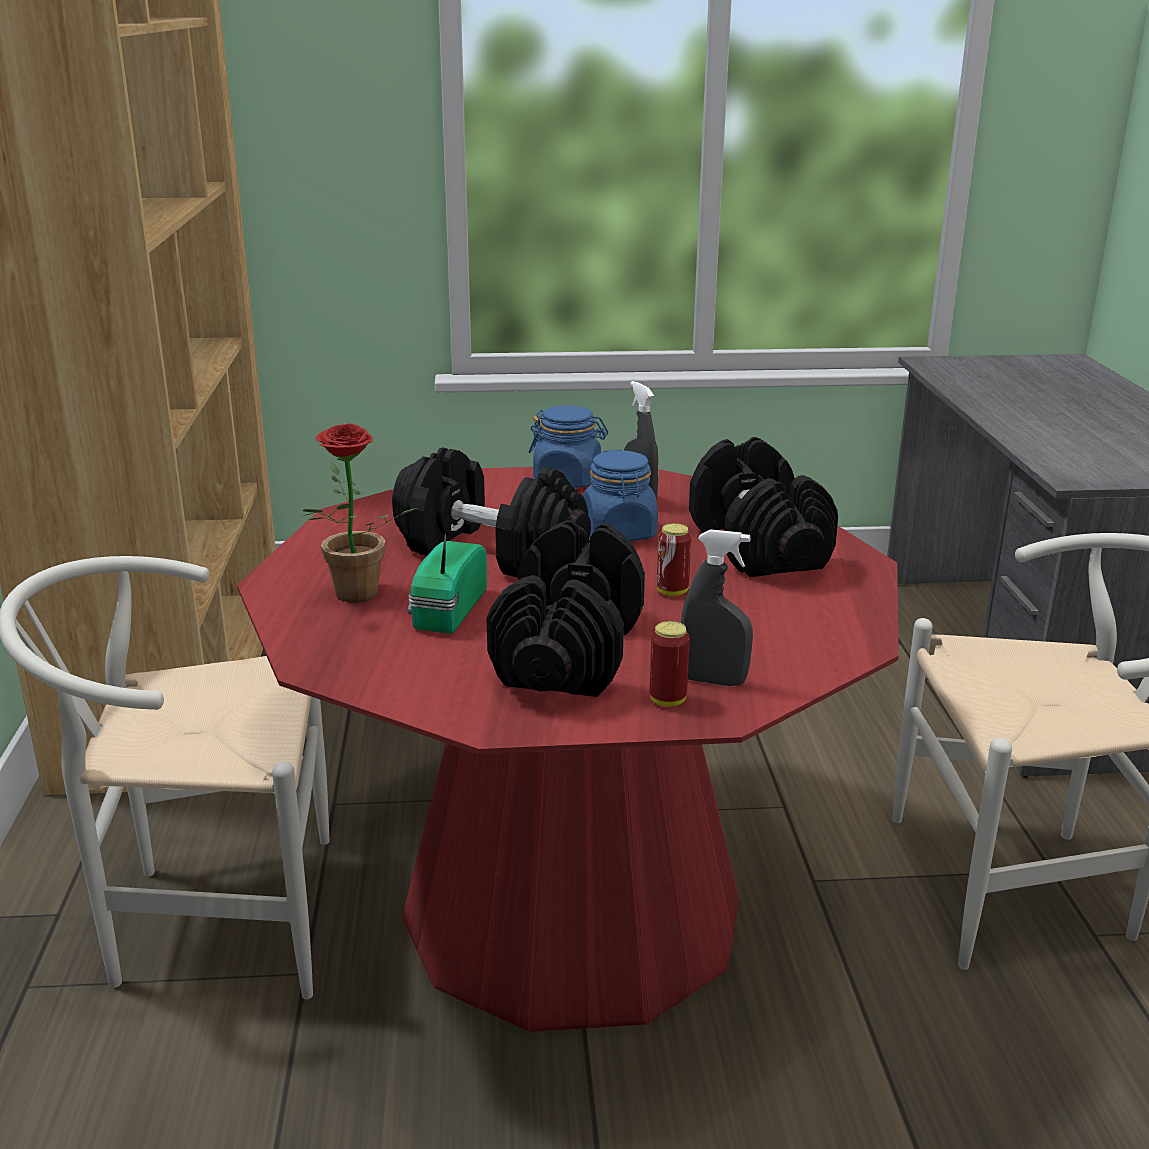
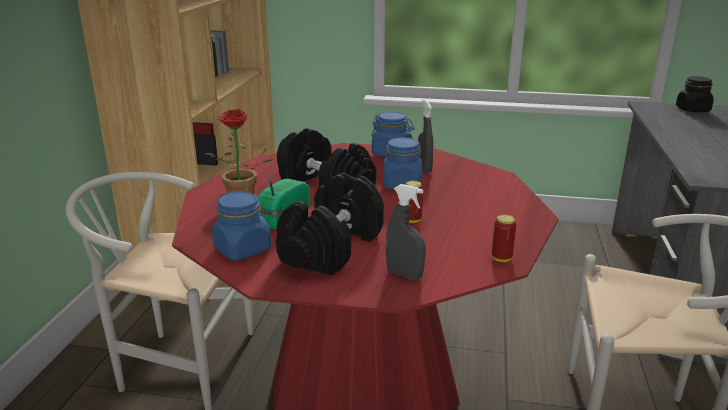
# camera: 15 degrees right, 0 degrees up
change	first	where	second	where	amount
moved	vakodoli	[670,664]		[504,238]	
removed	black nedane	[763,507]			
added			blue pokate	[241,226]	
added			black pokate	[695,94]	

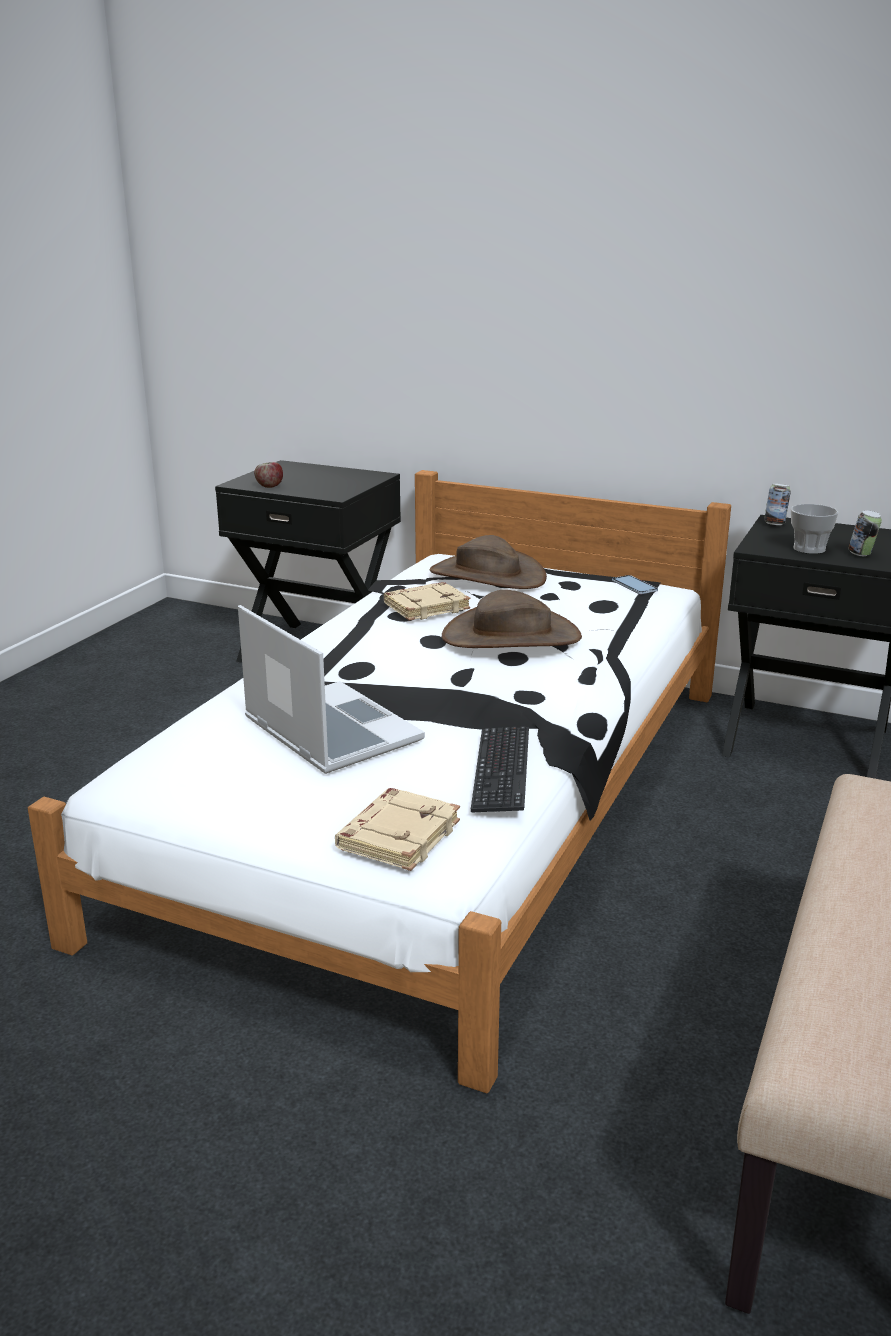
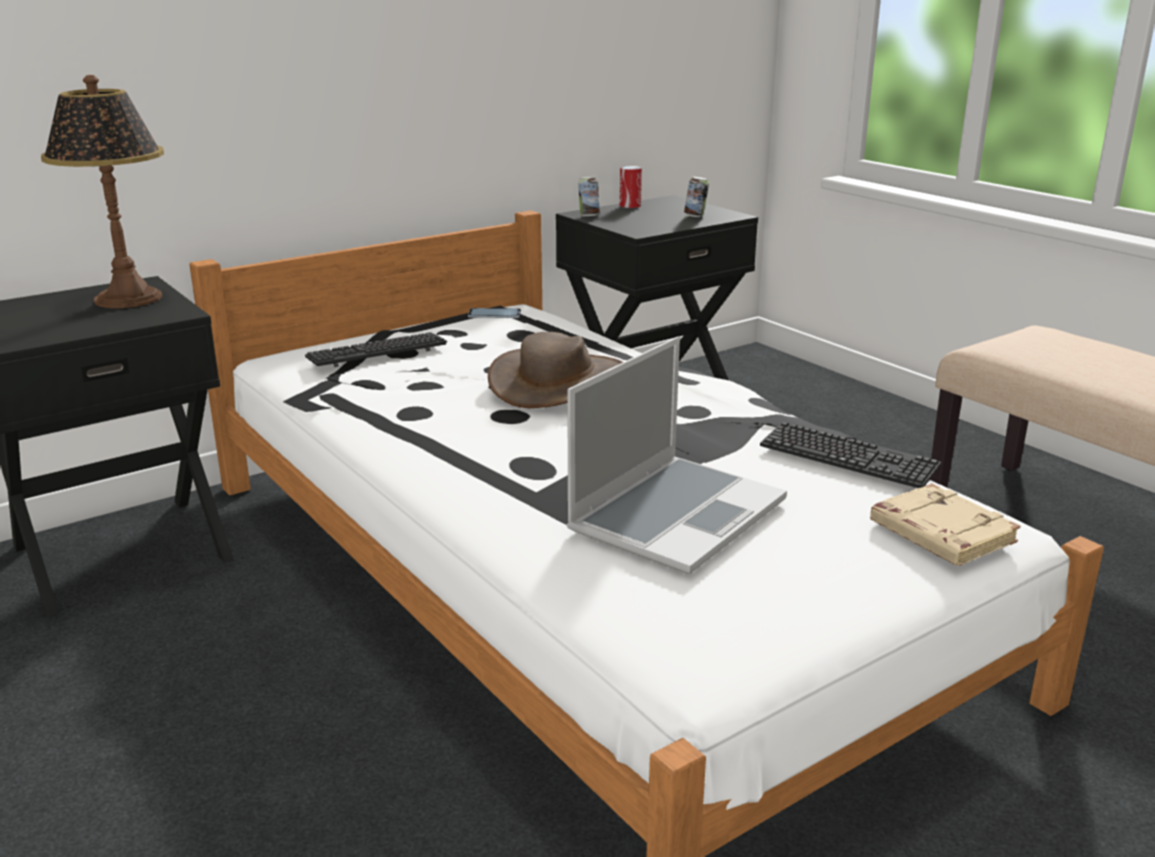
# camera: 60 degrees left, 0 degrees up
change	first	where	second	where	amount
turned	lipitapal	[331,689]		[677,455]	135 degrees clockwise
removed	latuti	[268,475]			
removed	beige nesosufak	[427,601]			
replaced	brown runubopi	[488,562]	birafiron	[376,349]	
removed	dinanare	[815,529]			
added			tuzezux	[102,191]	
added			vakodoli	[631,187]	

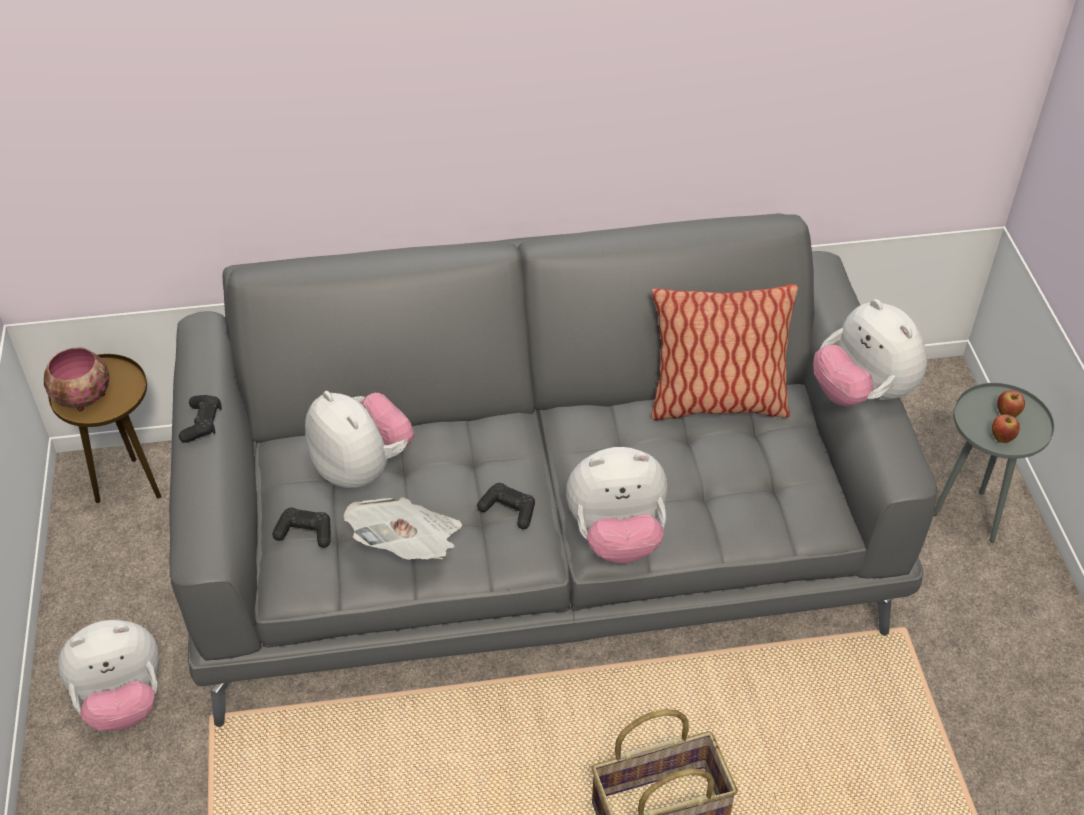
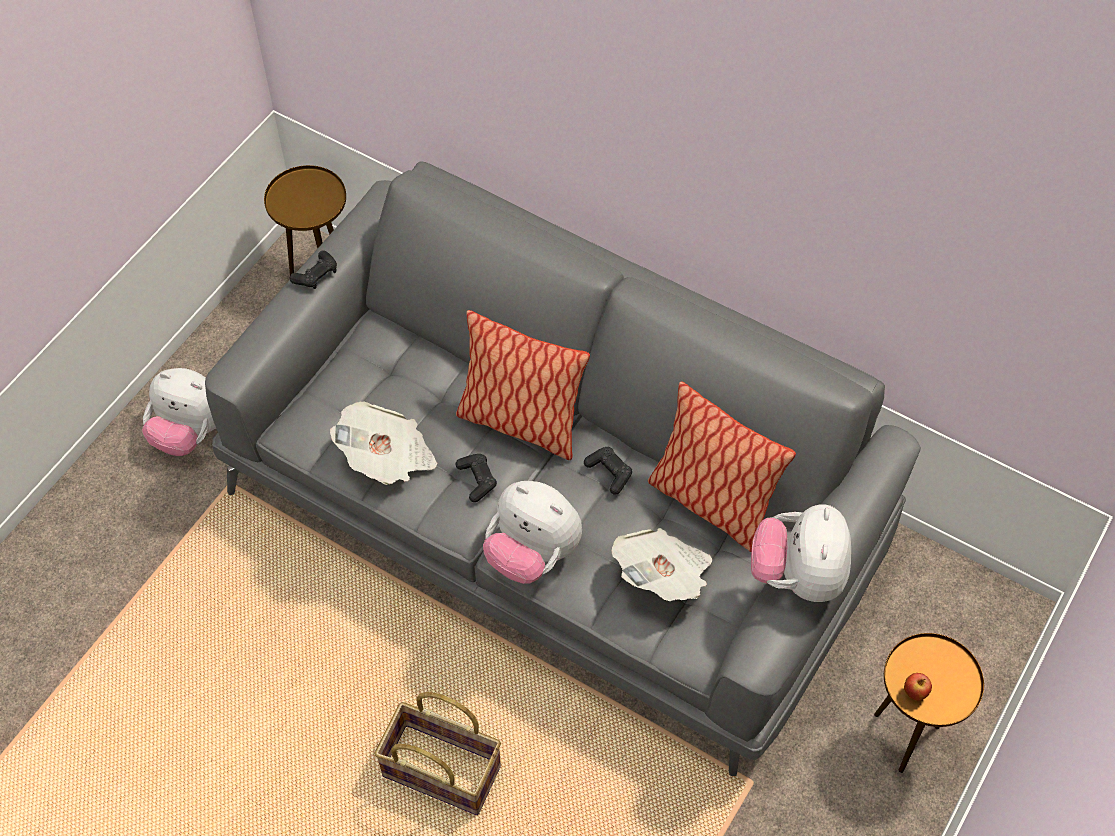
# camera: 40 degrees right, 10 degrees up
change	first	where	second	where	amount
removed	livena	[77,379]			
moved	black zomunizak	[301,527]		[608,471]	
removed	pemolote	[359,439]			
recoloured	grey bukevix	[993,463]	brown bukevix	[929,703]	
removed	latuti	[1011,403]			
added			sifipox	[523,385]	
added			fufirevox	[662,564]	

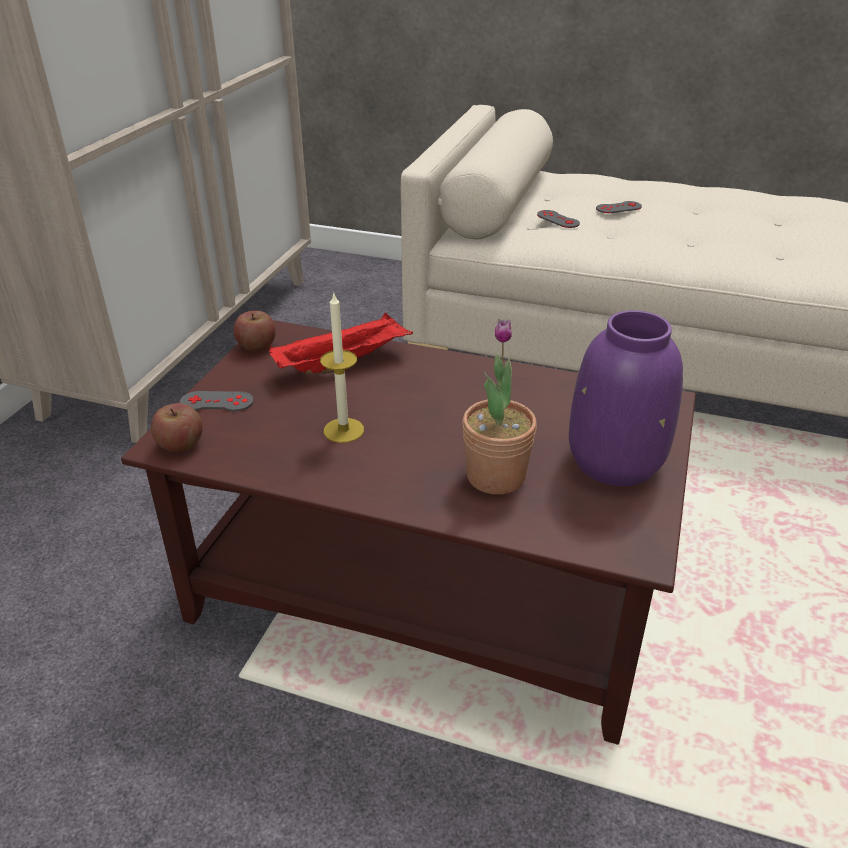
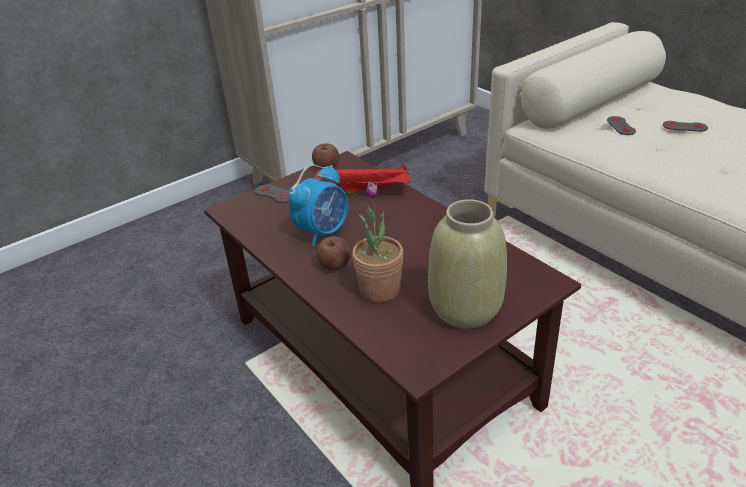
# camera: 35 degrees right, 0 degrees up
change	first	where	second	where	amount
moved	latuti	[177,427]		[333,253]	
replaced	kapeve	[342,367]	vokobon	[318,206]	
recoloured	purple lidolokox	[626,398]	beige lidolokox	[467,264]	

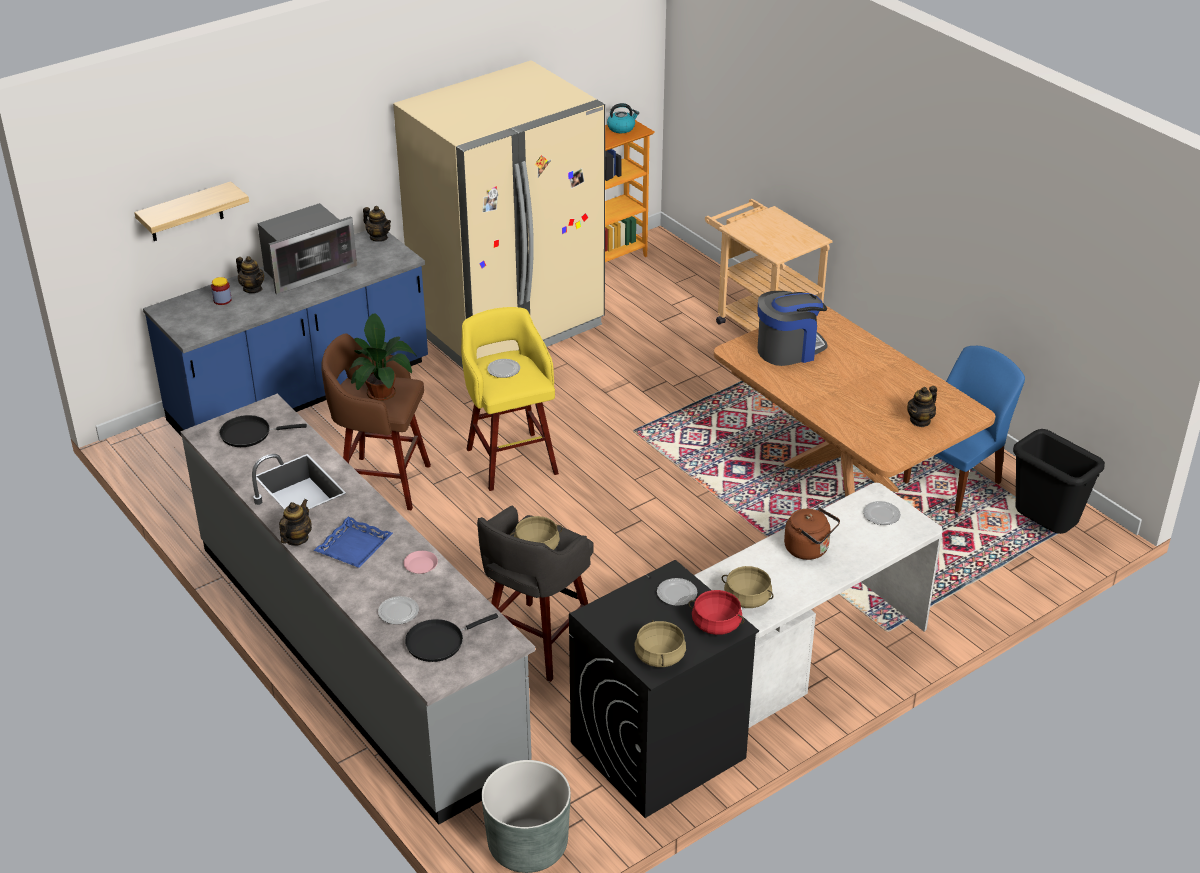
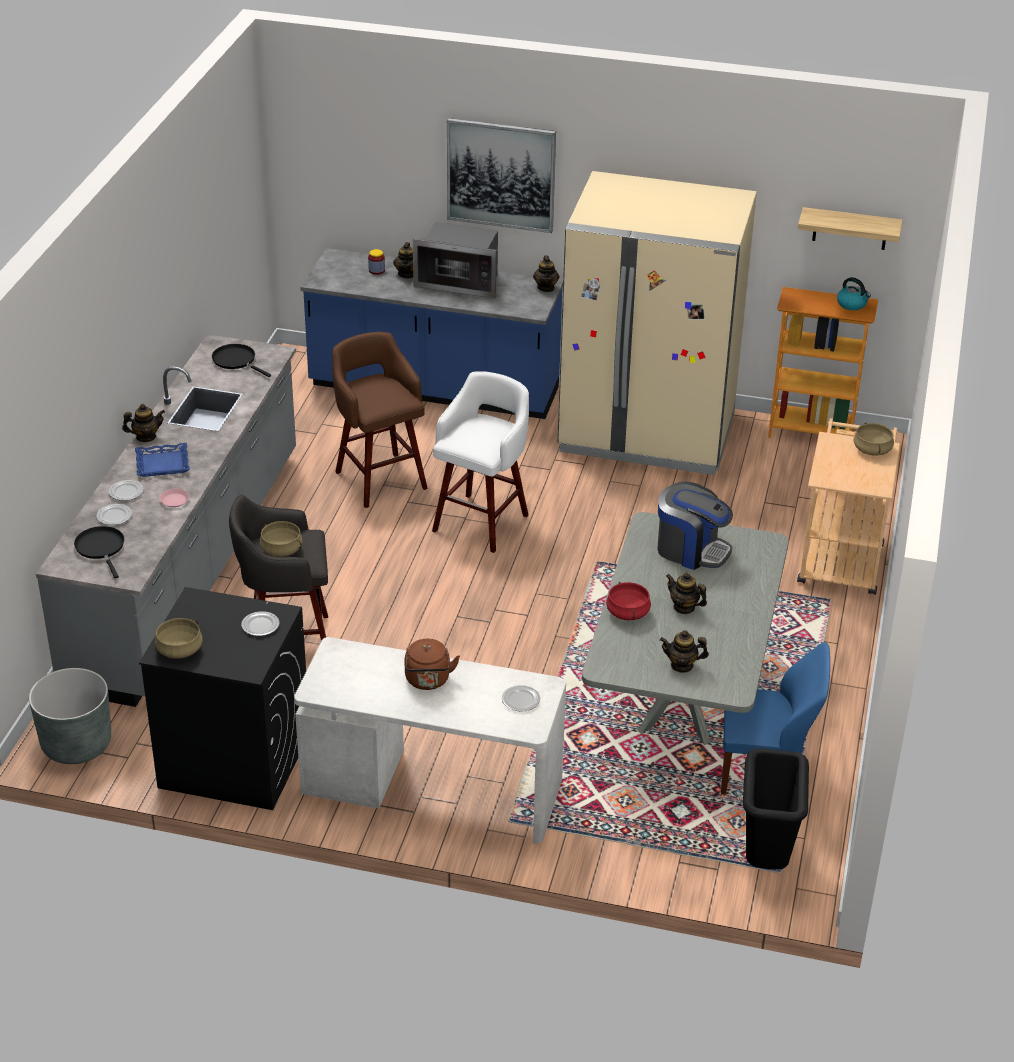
# camera: 50 degrees right, 0 degrees up
change	first	where	second	where	amount
moved	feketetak	[191,211]		[850,228]	
removed	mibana	[382,357]			
turned	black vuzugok	[451,637]		[99,552]	45 degrees clockwise
recoloured	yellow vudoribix	[510,399]	white vudoribix	[480,462]	
moved	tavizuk	[503,368]		[126,490]	
moved	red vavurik	[716,612]		[628,601]	
recoloured	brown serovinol	[855,401]	grey serovinol	[685,628]	
moved	beige vavurik	[748,587]		[874,439]	
added			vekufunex	[501,175]	
added			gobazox	[686,593]	

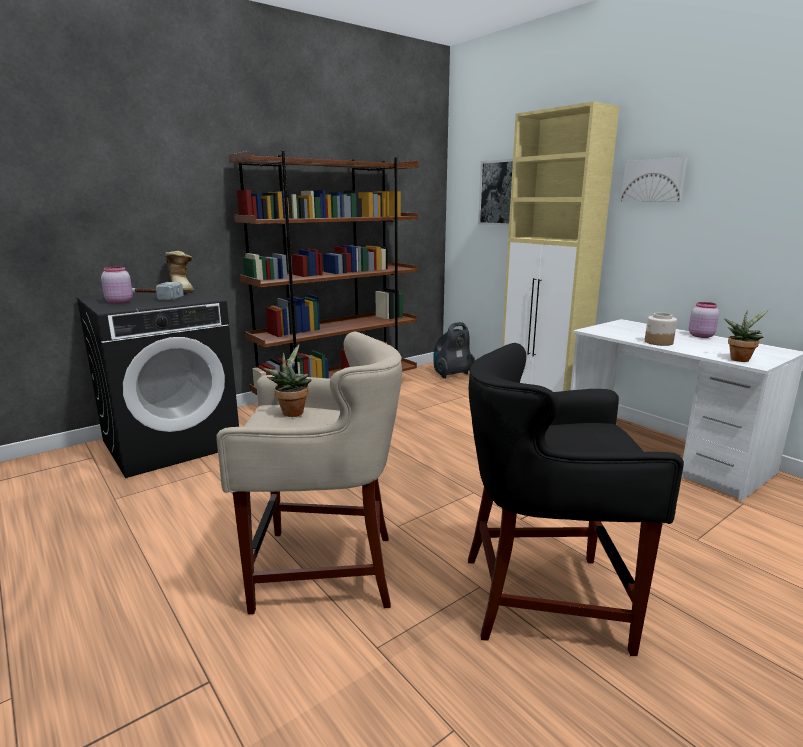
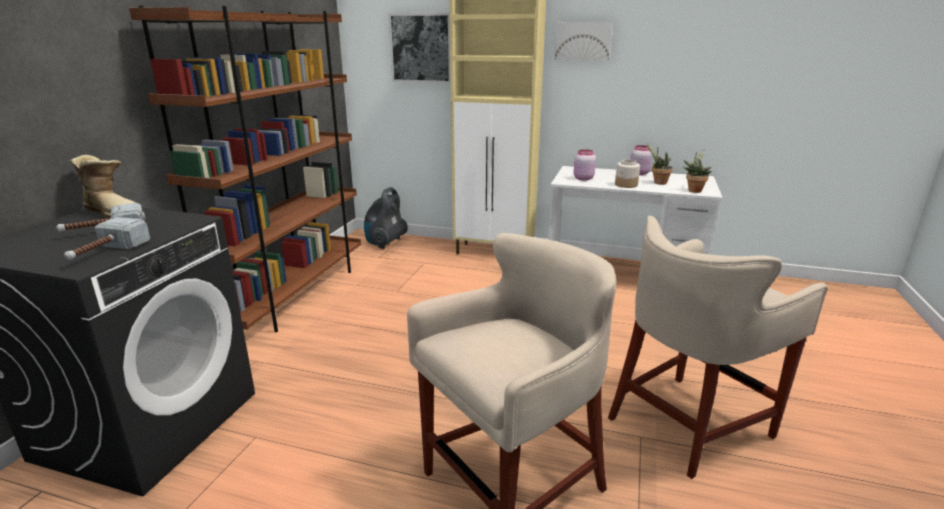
# camera: 35 degrees left, 5 degrees up
change	first	where	second	where	amount
moved	pink pokate	[117,285]		[585,165]	
moved	mibana	[287,380]		[660,164]	
recoloured	black vudoribix	[576,499]	beige vudoribix	[718,347]	
added			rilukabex	[107,238]	

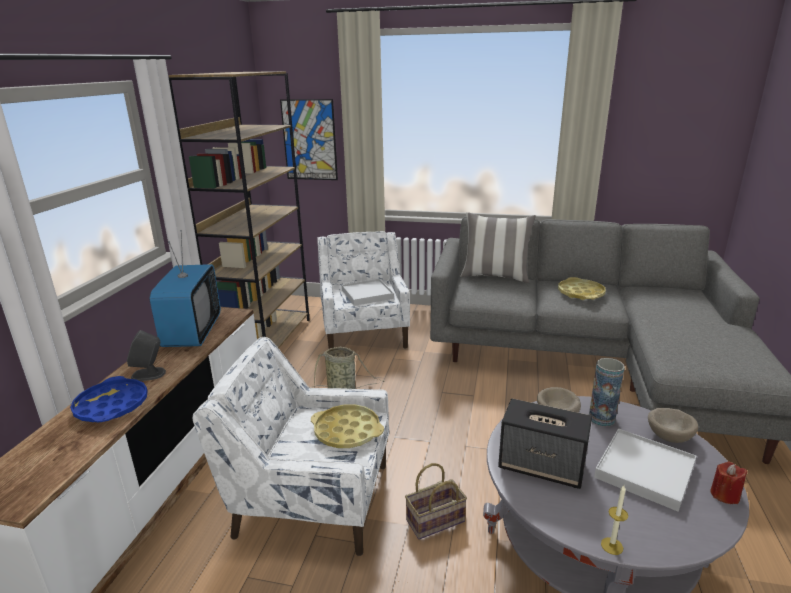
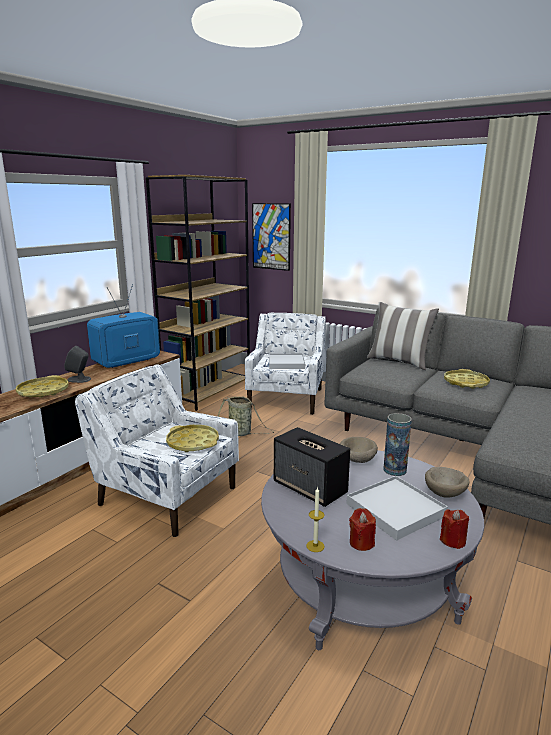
# camera: 20 degrees right, 5 degrees down
change	first	where	second	where	amount
recoloured	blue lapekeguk	[109,399]	yellow lapekeguk	[42,386]	
turned	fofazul	[185,288]		[123,326]	150 degrees counterclockwise
removed	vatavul	[436,501]			
added			red kapeve	[362,529]	

